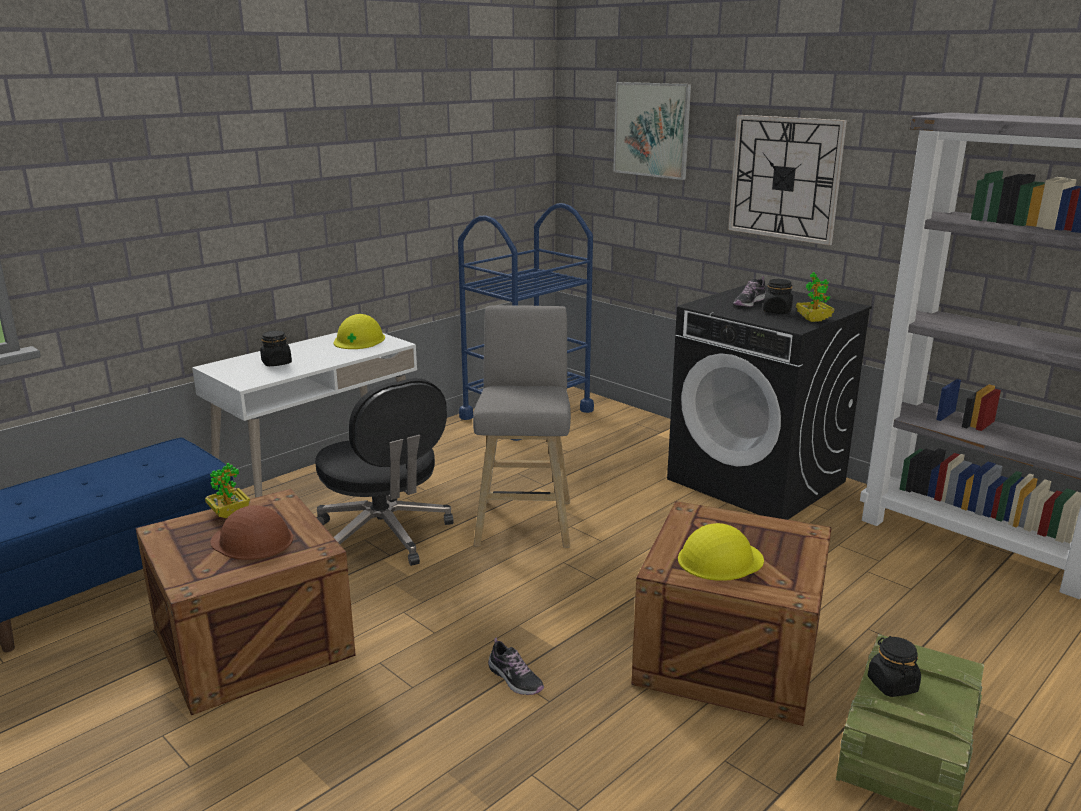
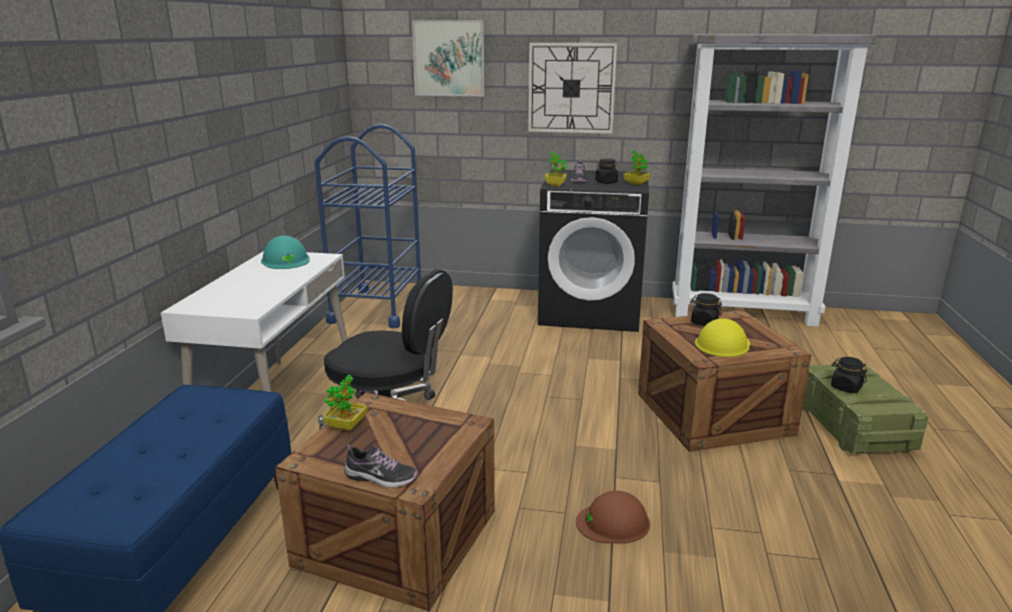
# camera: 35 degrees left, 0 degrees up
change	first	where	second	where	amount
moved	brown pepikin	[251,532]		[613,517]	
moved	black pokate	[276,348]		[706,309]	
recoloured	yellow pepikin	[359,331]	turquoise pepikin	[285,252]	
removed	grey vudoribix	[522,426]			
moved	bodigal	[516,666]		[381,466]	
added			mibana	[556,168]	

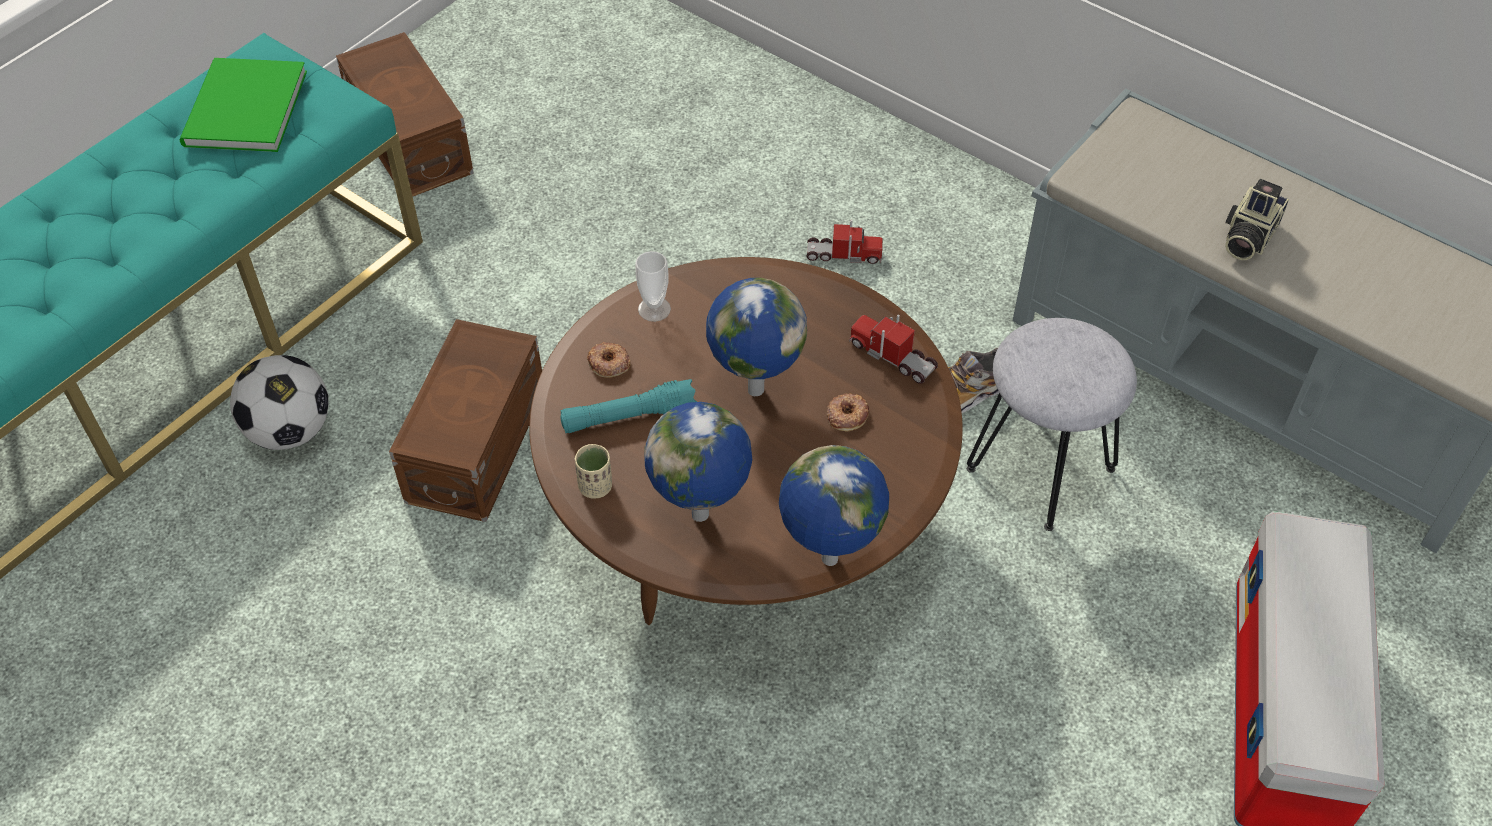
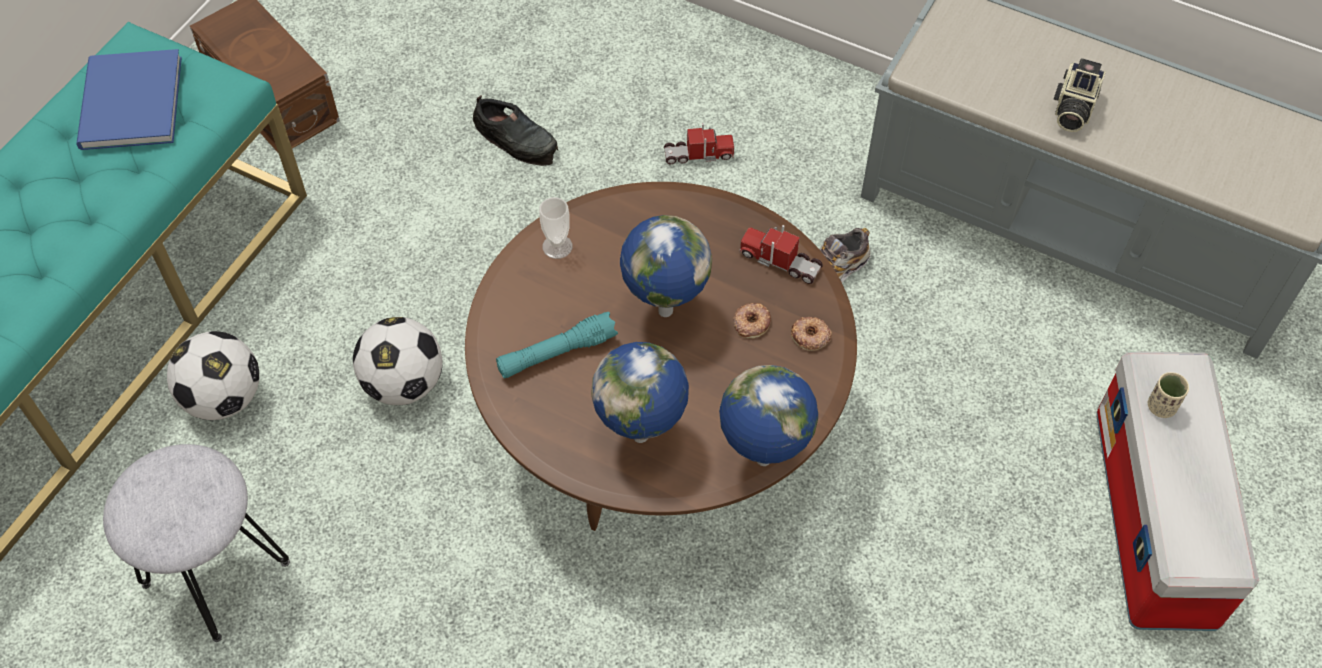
# camera: 10 degrees left, 5 degrees up
change	first	where	second	where	amount
recoloured	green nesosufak	[243,105]	blue nesosufak	[129,99]	
replaced	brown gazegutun	[465,420]	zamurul	[398,361]	
moved	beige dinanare	[593,471]		[1168,395]	
moved	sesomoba	[609,360]		[811,334]	
moved	grey vudoribix	[1052,424]		[196,543]	
added			black bodigal	[515,131]	

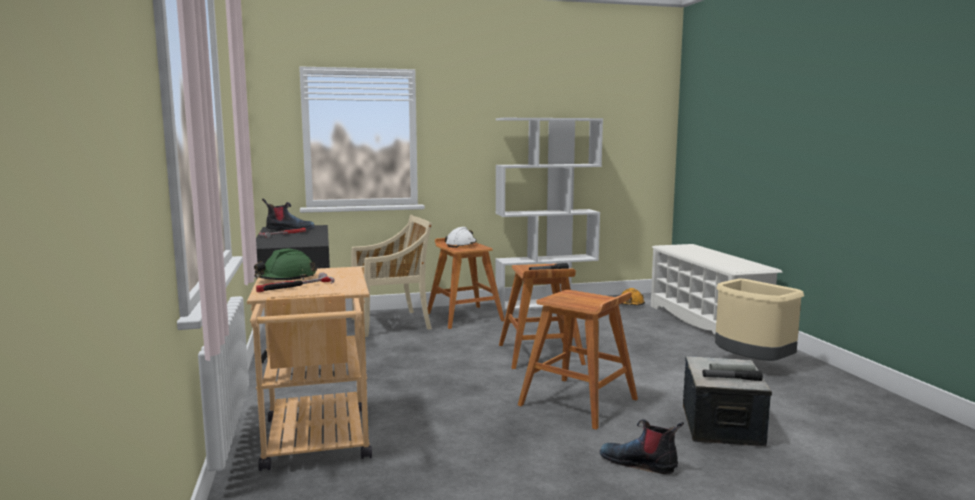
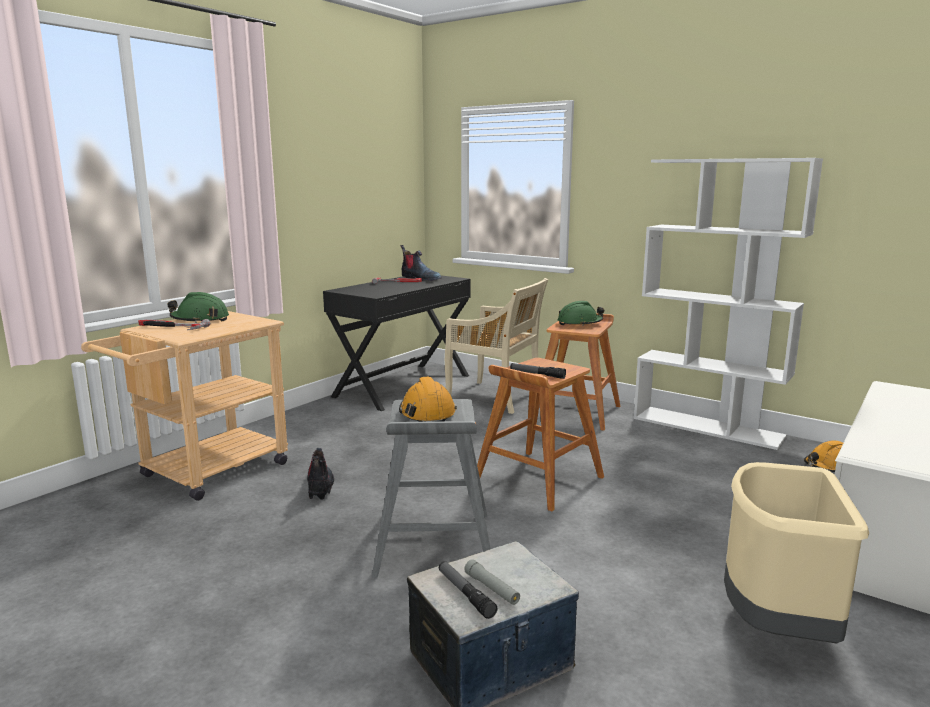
# camera: 50 degrees right, 5 degrees up
change	first	where	second	where	amount
recoloured	white pepikin	[461,237]	green pepikin	[581,313]	
recoloured	brown vudoribix	[578,359]	grey vudoribix	[431,488]	
moved	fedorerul	[642,446]		[320,474]	
added			orange pepikin	[428,399]	

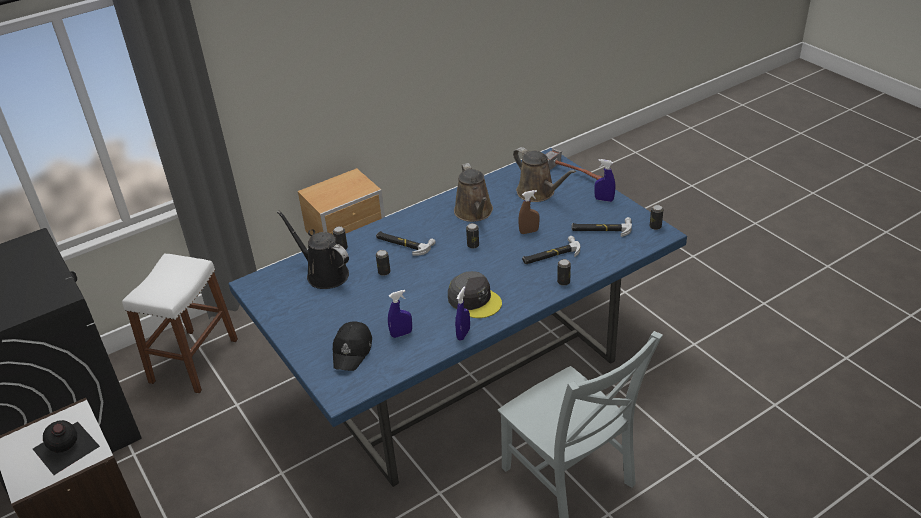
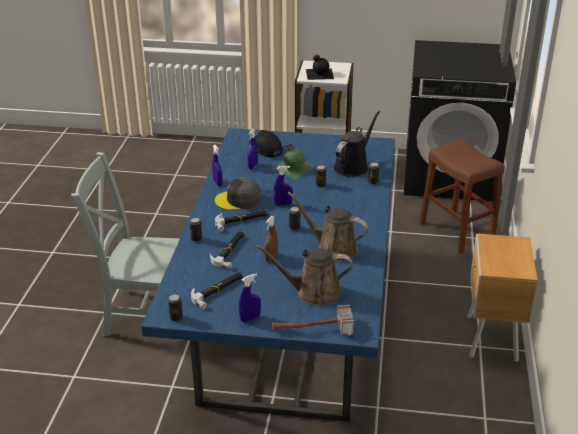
# camera: 130 degrees right, 5 degrees down
change	first	where	second	where	amount
recoloured	white vudoribix	[180,324]	brown vudoribix	[462,197]	
turned	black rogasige	[313,250]		[357,144]	45 degrees counterclockwise
moved	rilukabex	[406,243]		[242,221]	
added			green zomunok	[293,161]	
added			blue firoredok	[283,186]	

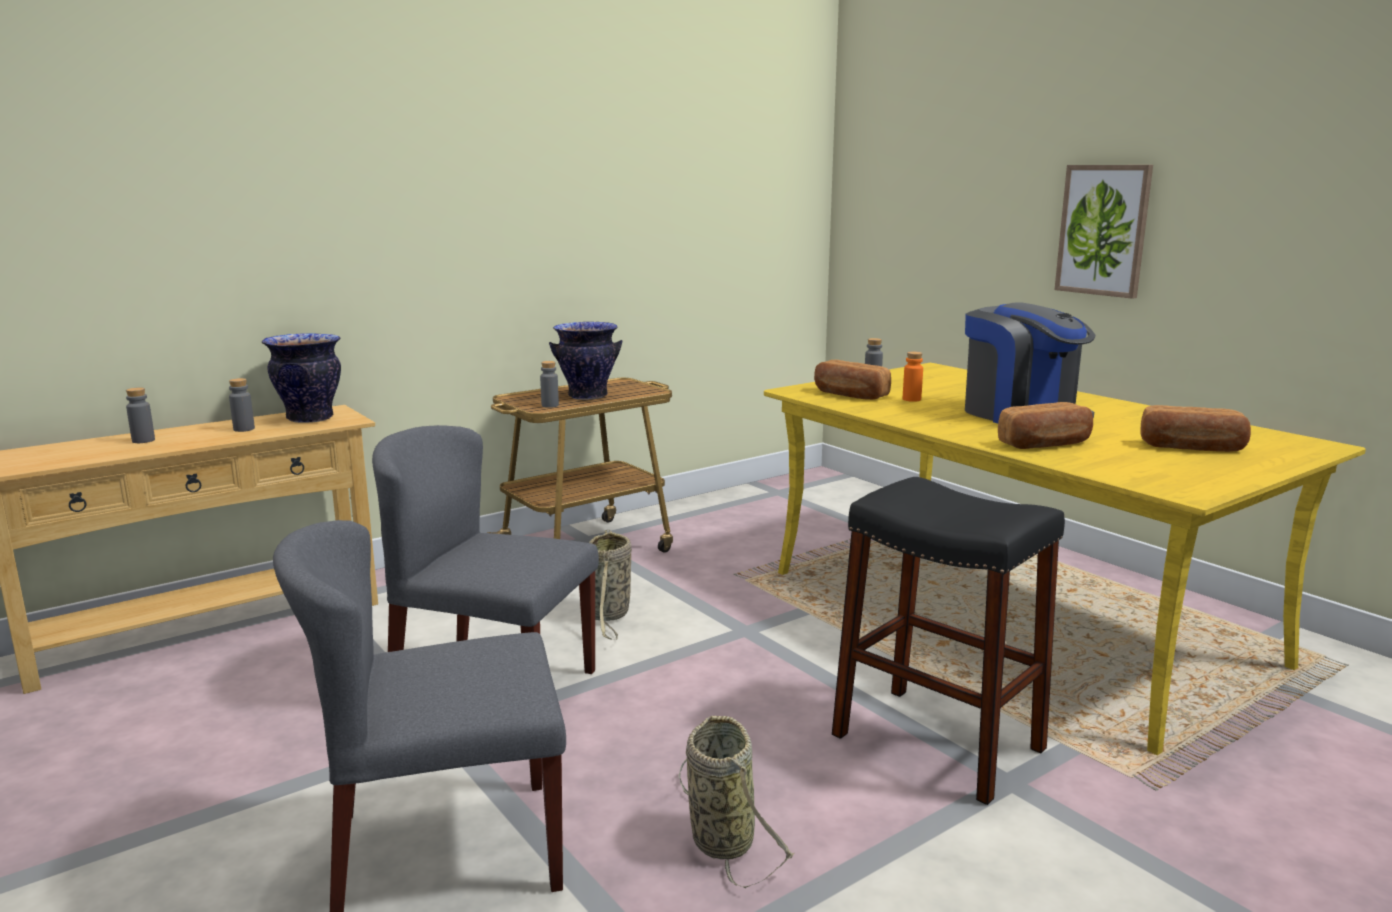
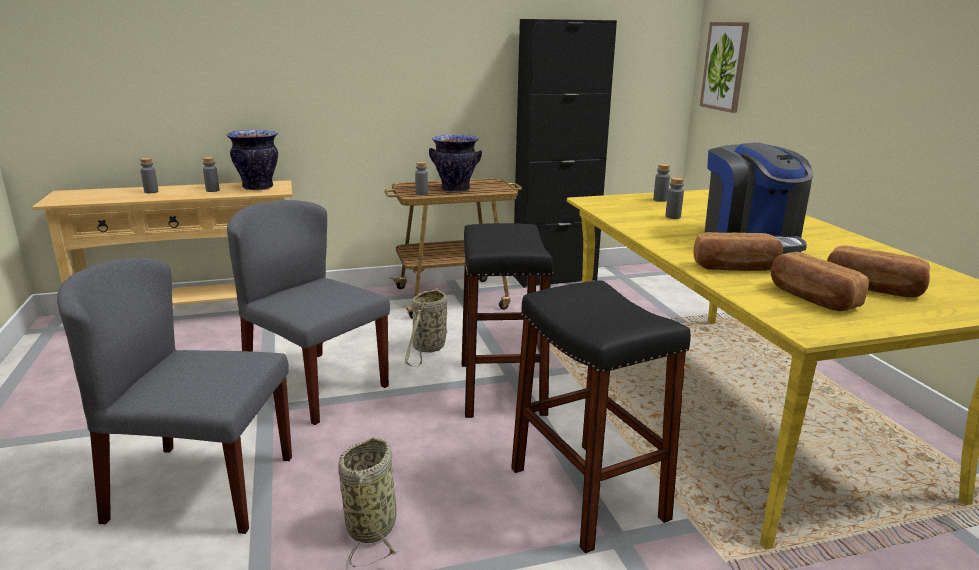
# camera: 20 degrees right, 5 degrees up
change	first	where	second	where	amount
moved	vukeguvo	[852,380]		[820,281]	
recoloured	orange zomunok	[913,376]	grey zomunok	[674,198]	
moved	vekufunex	[1103,232]		[725,67]	
added			black vudoribix	[507,320]	
added			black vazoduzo	[565,153]	

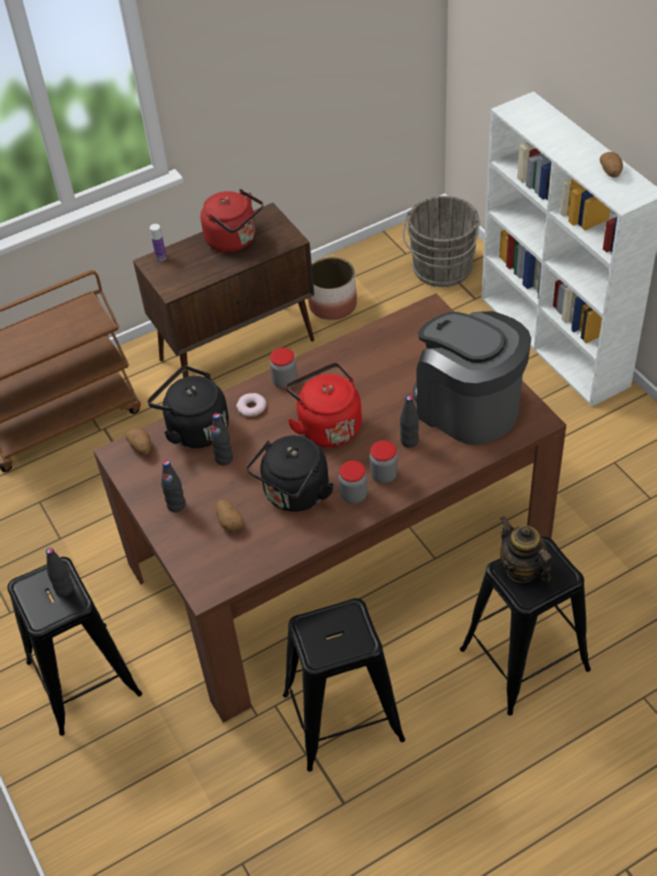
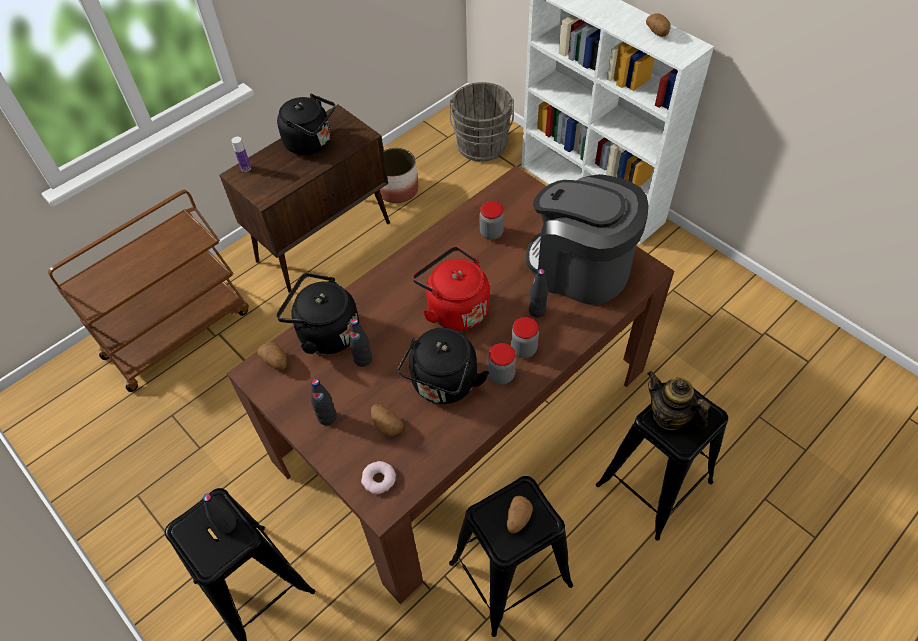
# camera: 15 degrees left, 5 degrees up
change	first	where	second	where	amount
recoloured	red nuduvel	[231,220]	black nuduvel	[306,124]	
moved	sesomoba	[251,405]		[378,477]	
moved	pokate	[283,368]		[492,220]	
added			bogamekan	[520,514]	

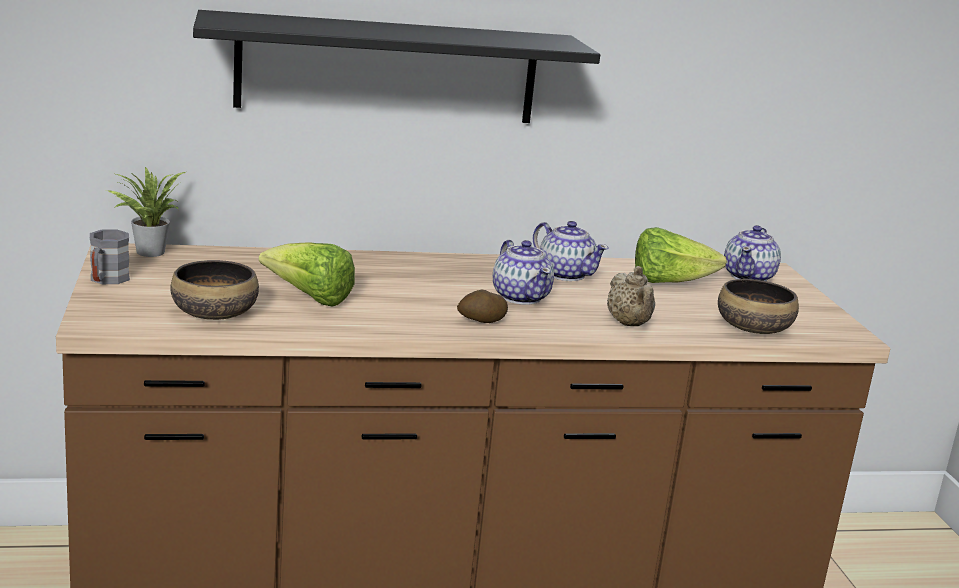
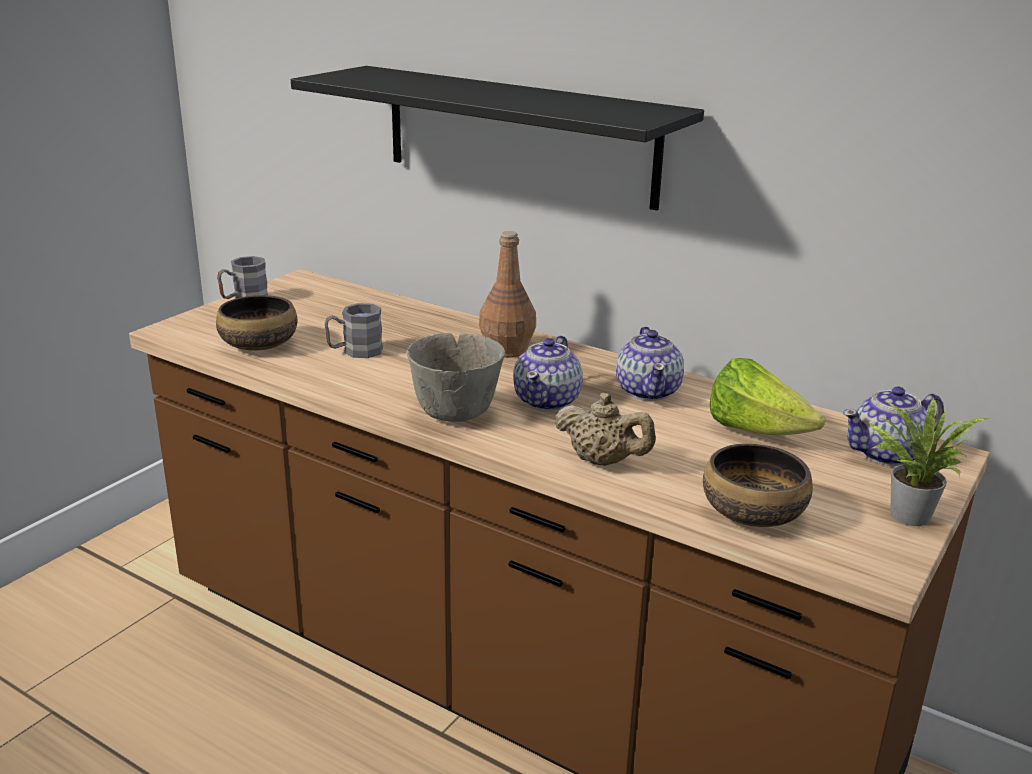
# camera: 45 degrees right, 5 degrees up
change	first	where	second	where	amount
moved	mibana	[146,212]		[929,462]	
replaced	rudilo	[307,274]	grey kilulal	[354,330]	
replaced	bogamekan	[482,306]	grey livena	[455,377]	
turned	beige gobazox	[631,296]		[605,429]	90 degrees counterclockwise
added			brown zomunok	[507,294]	

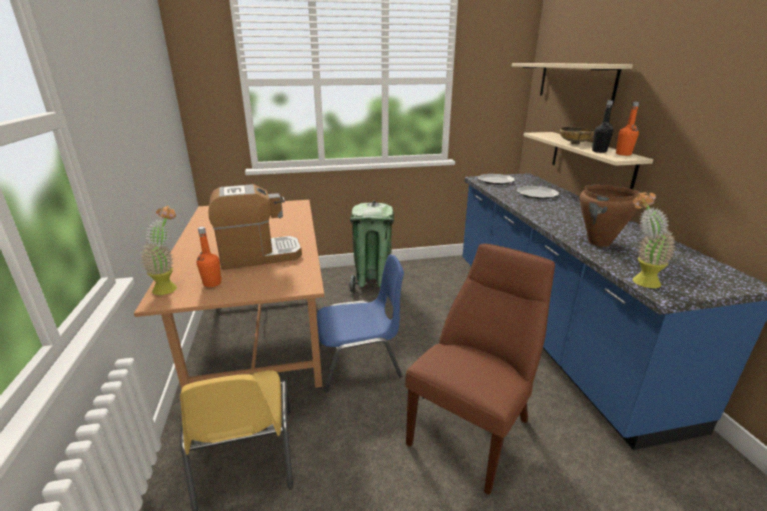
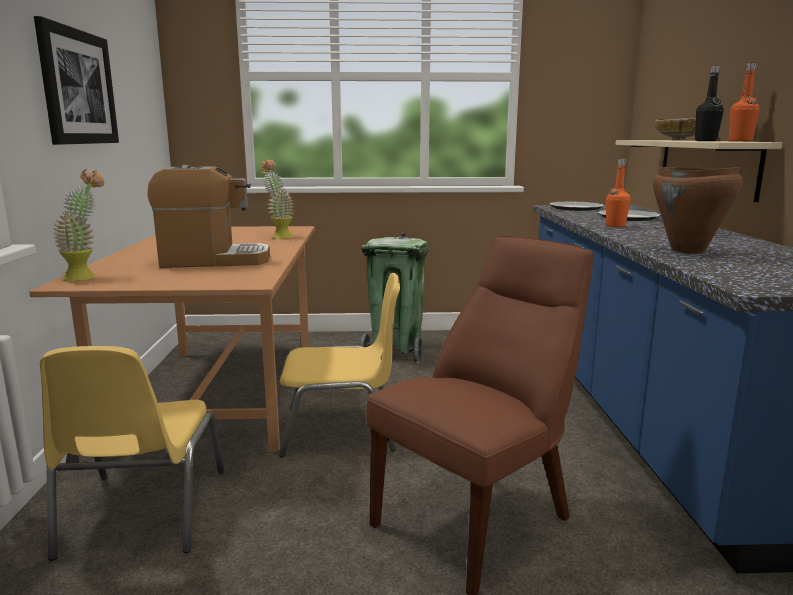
# camera: 10 degrees right, 10 degrees down
change	first	where	second	where	amount
moved	orange zomunok	[209,257]		[618,193]	
recoloured	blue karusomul	[360,323]	yellow karusomul	[339,365]	
removed	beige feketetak	[572,84]			
moved	mibana	[654,240]		[277,199]	
added			vekufunex	[76,80]	

